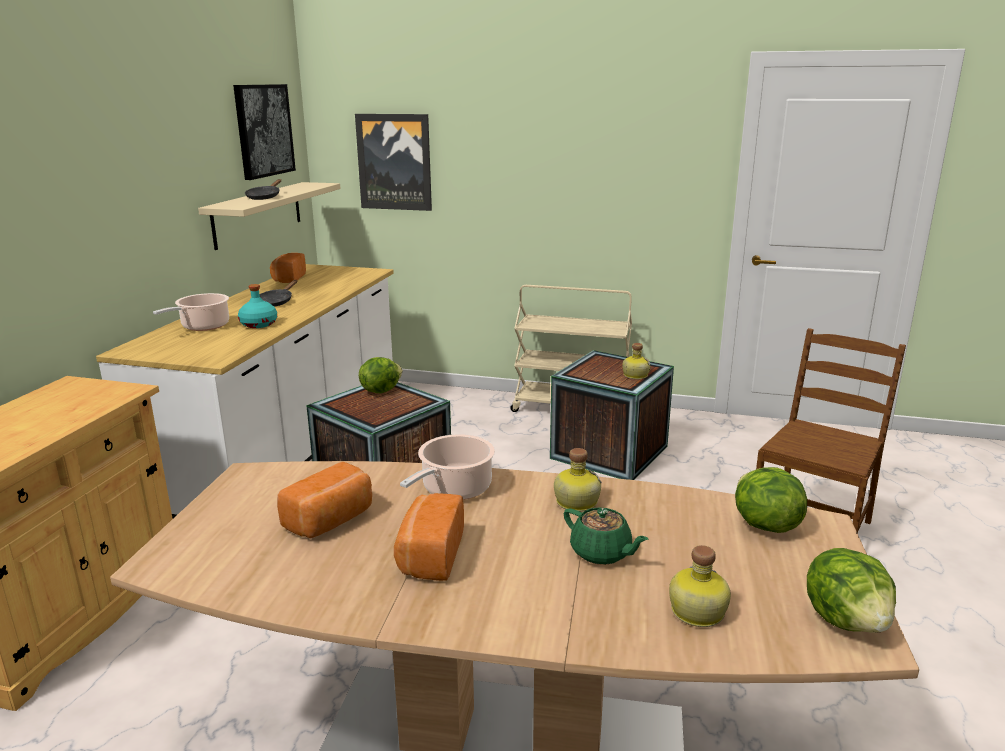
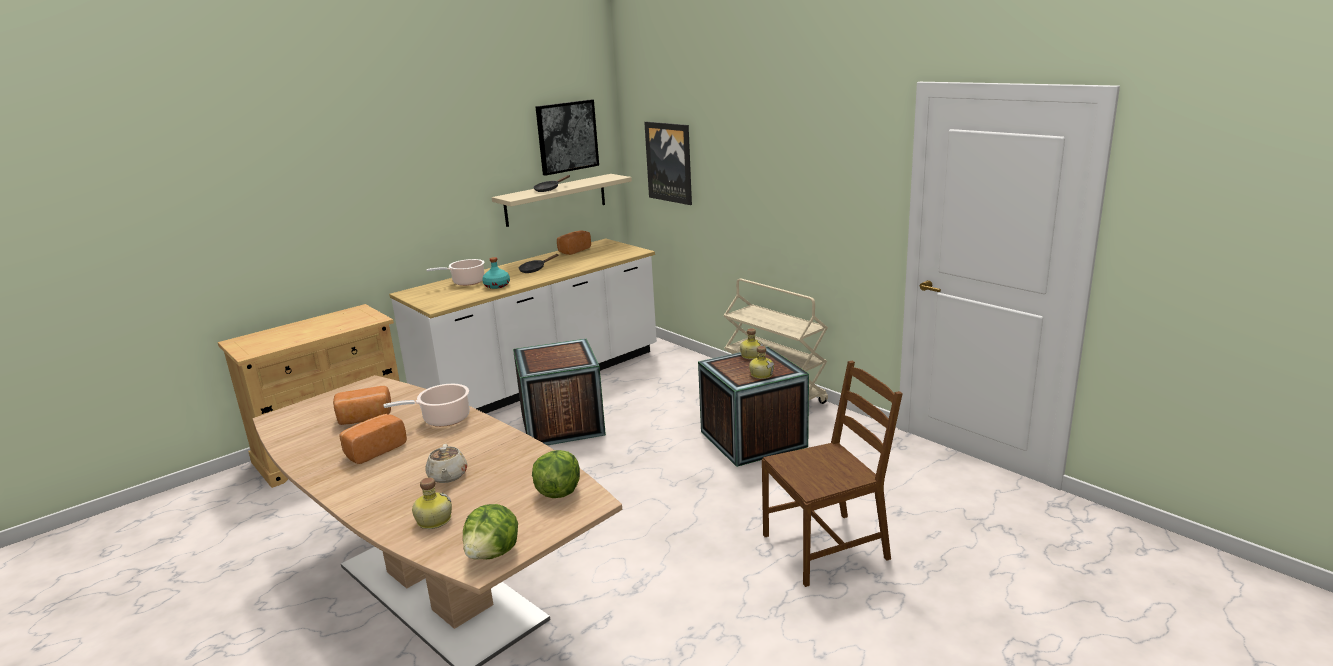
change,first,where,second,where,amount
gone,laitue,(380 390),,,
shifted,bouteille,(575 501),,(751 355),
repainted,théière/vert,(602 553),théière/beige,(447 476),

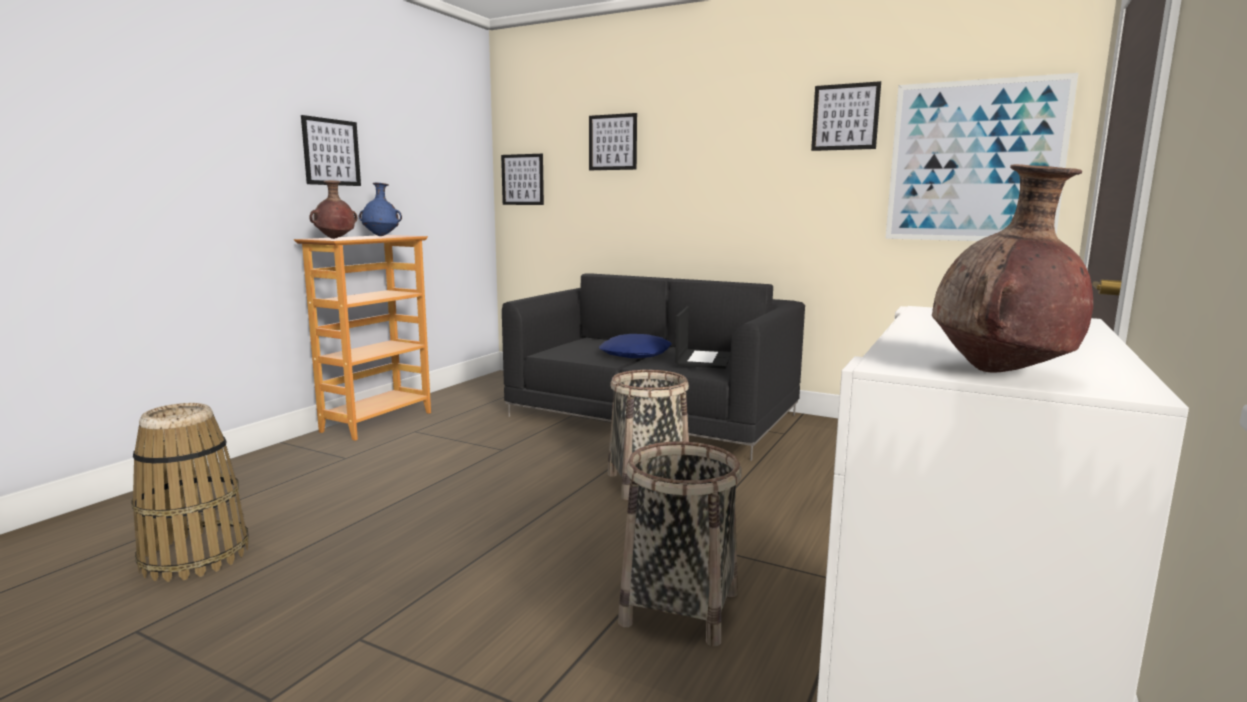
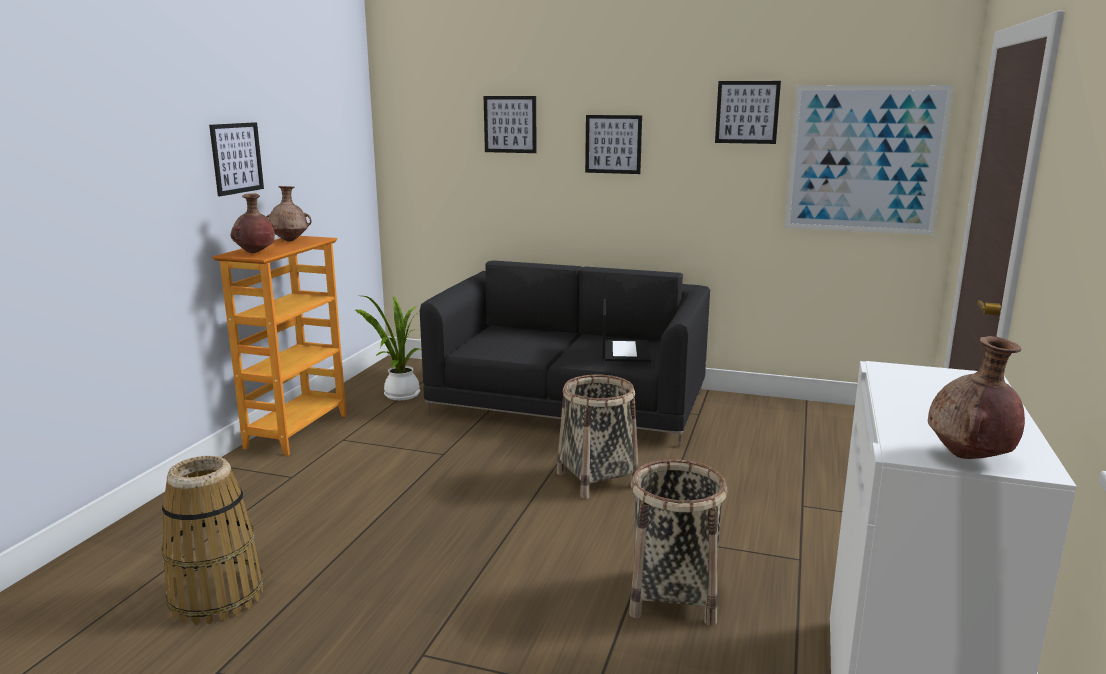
change,first,where,second,where,amount
shifted,tableau,(522 179),,(613 144),
repainted,vase/bleu,(382 236),vase/marron,(290 240),
gone,coussin/bleu,(636 354),,,
new,,,plante en pot,(399 395),

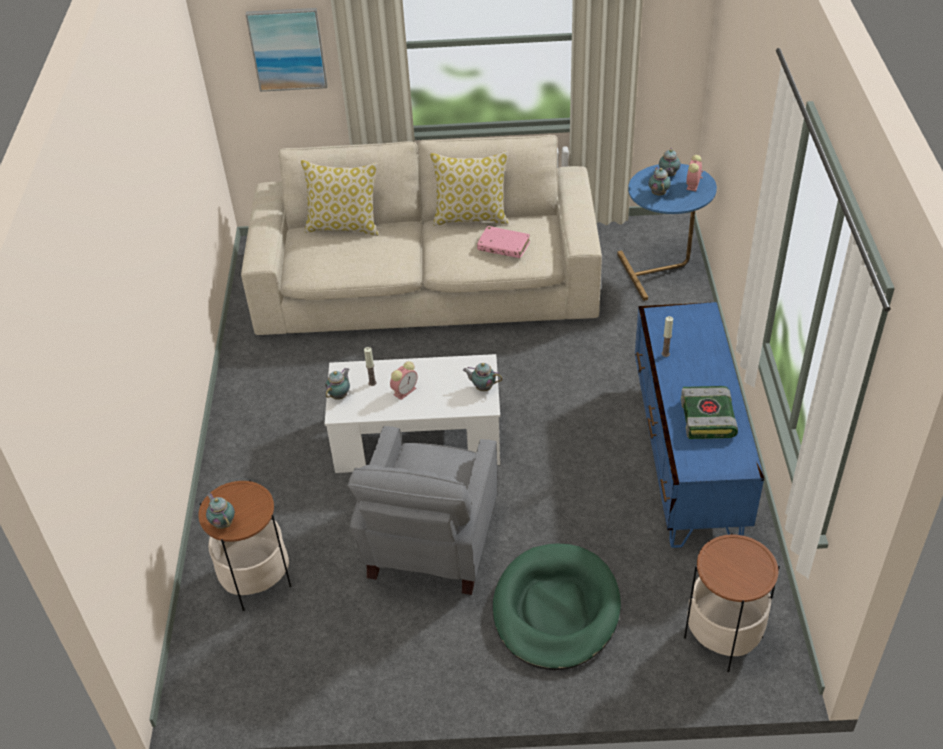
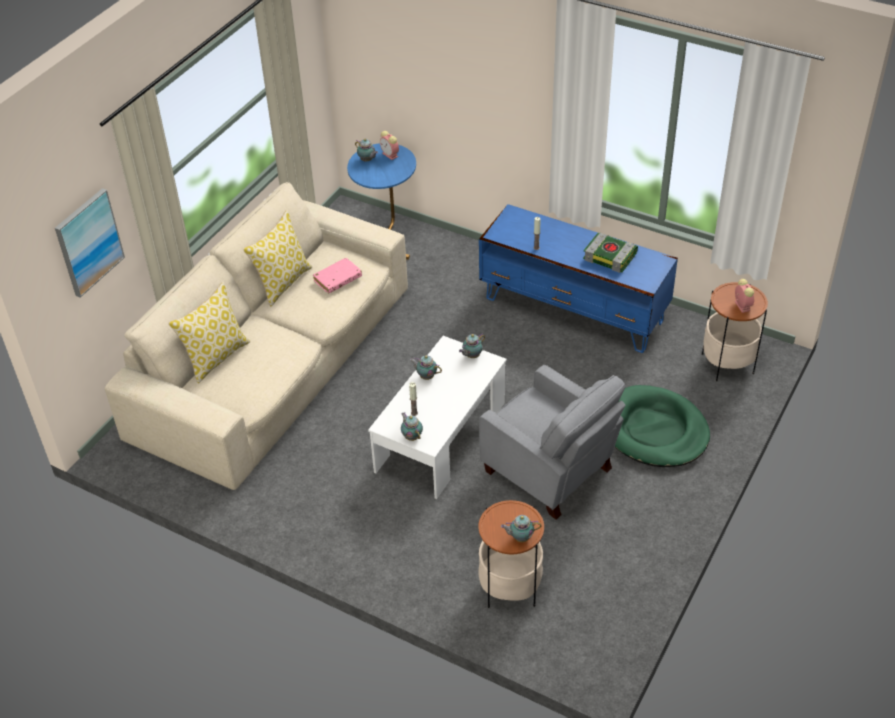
change,first,where,second,where,amount
shifted,théière,(658 193),,(426 376),
shifted,réveil,(405 391),,(741 305),

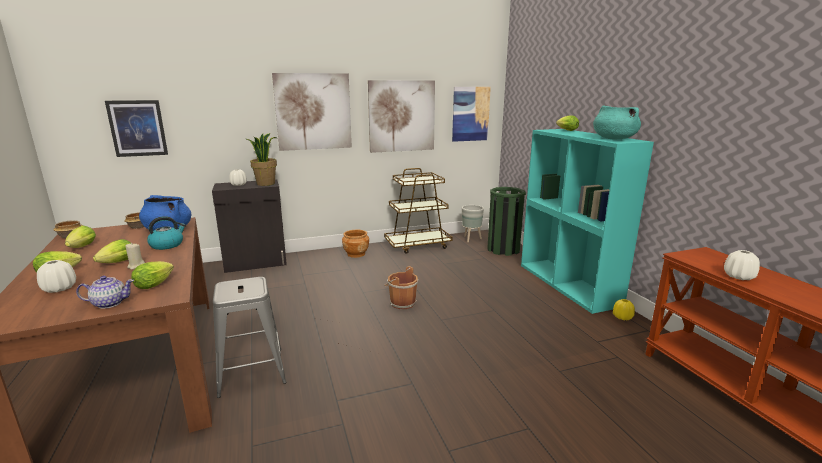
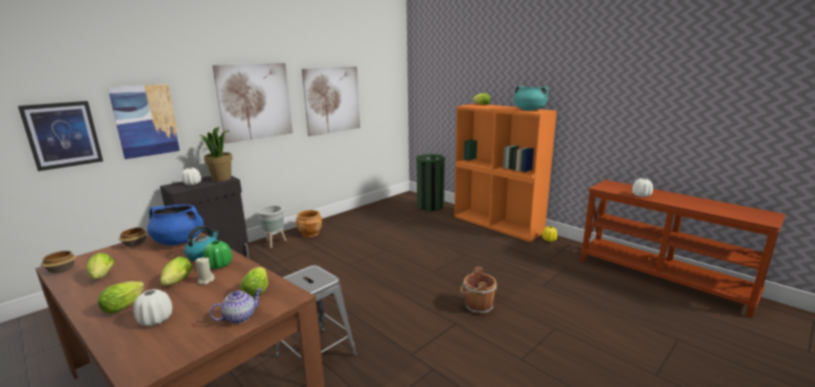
change,first,where,second,where,amount
shifted,tableau,(470 114),,(146 120),
repainted,bibliothèque/turquoise,(568 284),bibliothèque/orange,(498 224),
gone,chariot/marron,(418 245),,,
shifted,cache-pot/gris,(471 239),,(274 243),
shifted,seau/marron,(401 303),,(477 306),
new,,,vase/vert,(219 265),

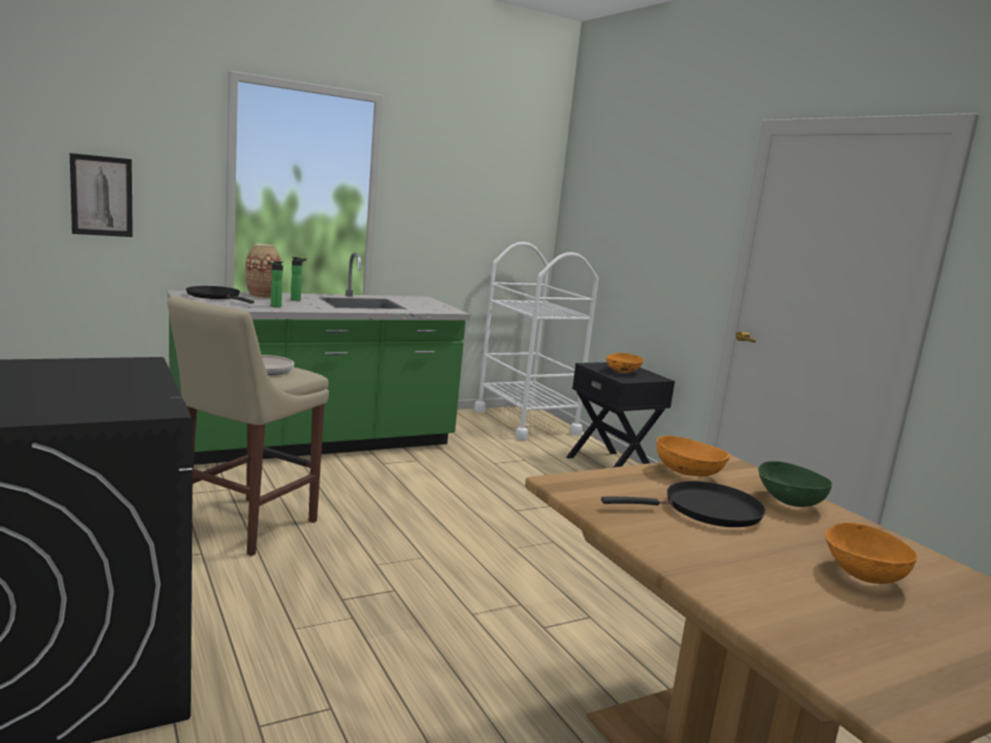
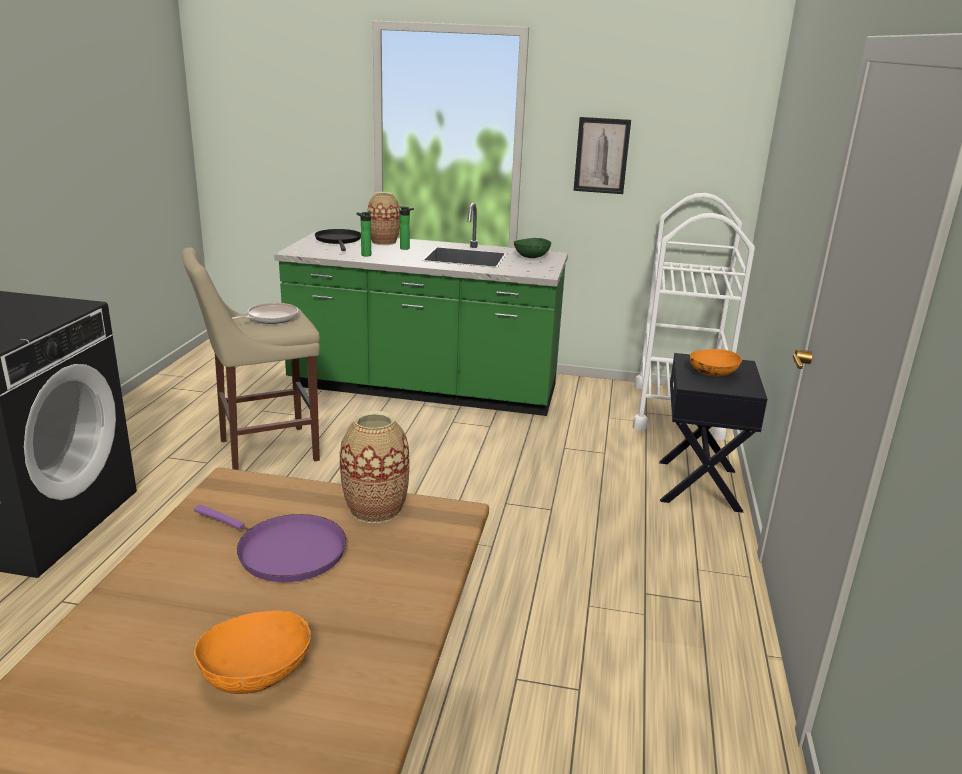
change,first,where,second,where,amount
shifted,tableau,(101 196),,(601 155),
swapped,bol/orange,(688 473),vase,(375 509),
shifted,bol/vert,(787 501),,(531 257),
repainted,poêle/noir,(706 510),poêle/violet,(285 551),

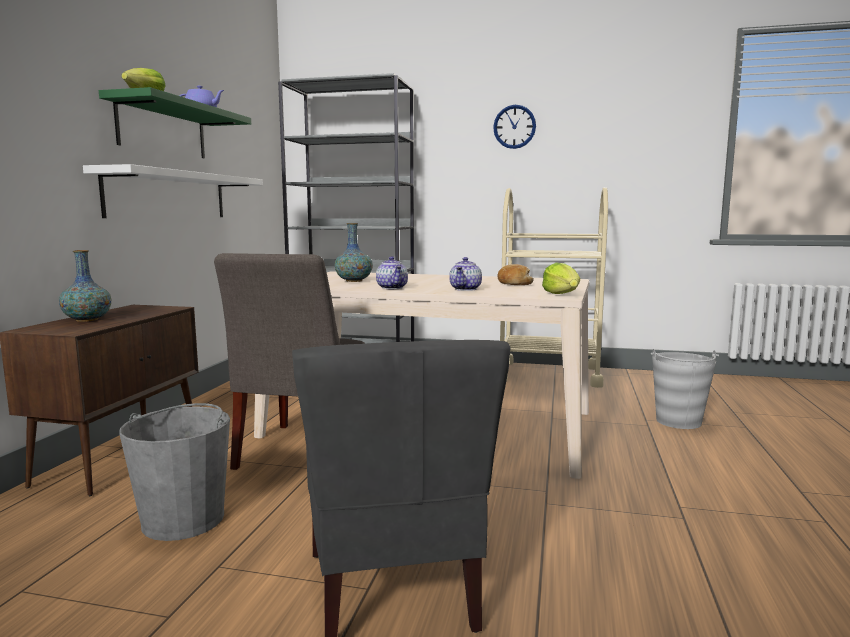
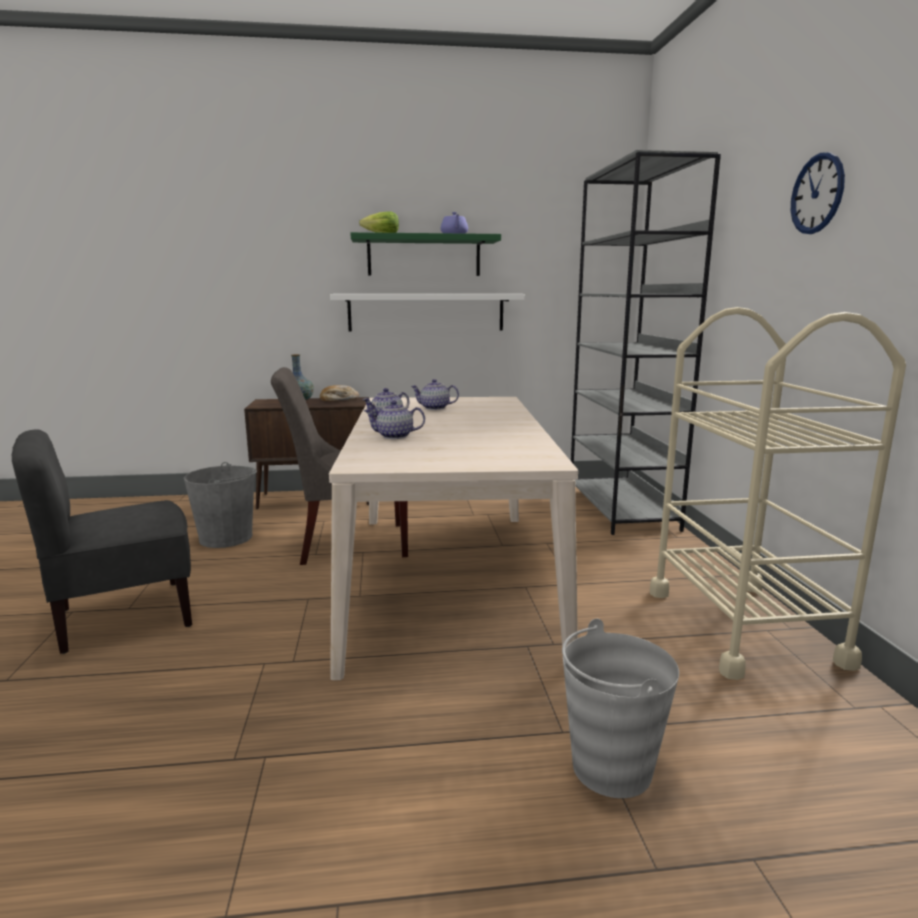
change,first,where,second,where,amount
swapped,vase,(354 281),théière,(434 408),
gone,laitue,(562 295),,,
shifted,pain,(513 283),,(338 400),

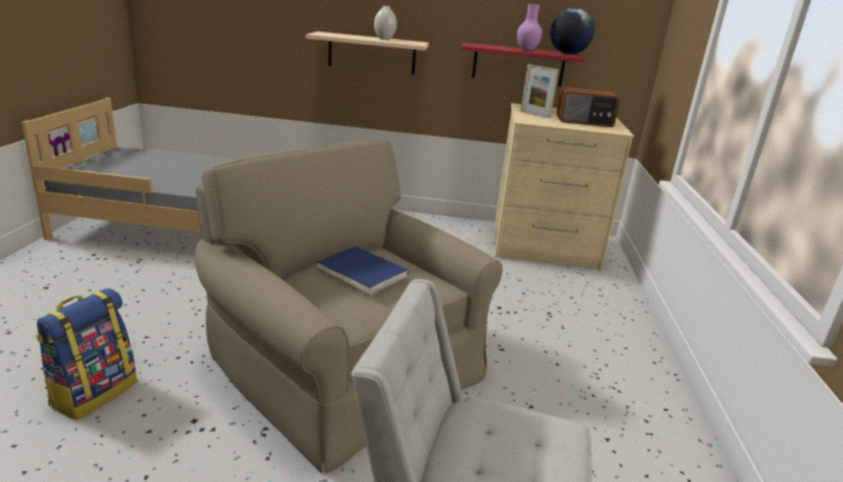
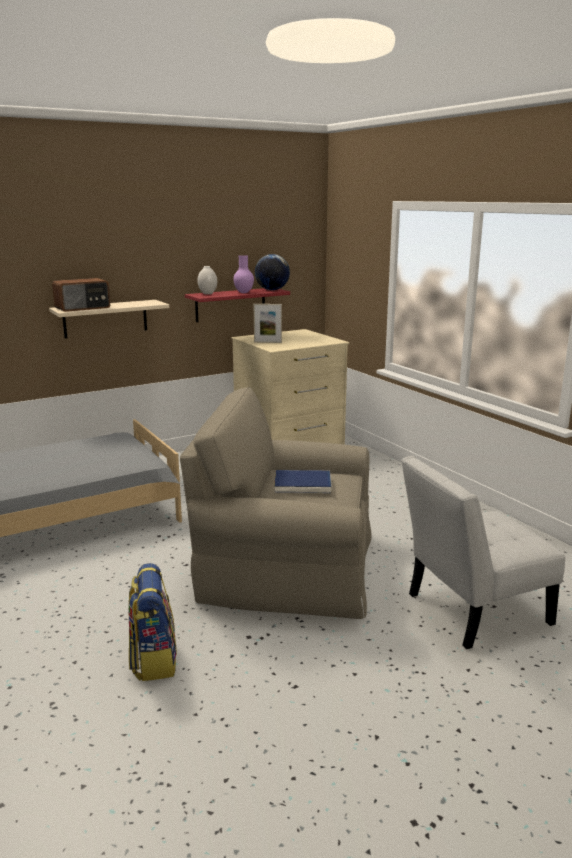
change,first,where,second,where,amount
shifted,vase/blanc,(384 39),,(208 293),
shifted,radio,(584 121),,(83 308),

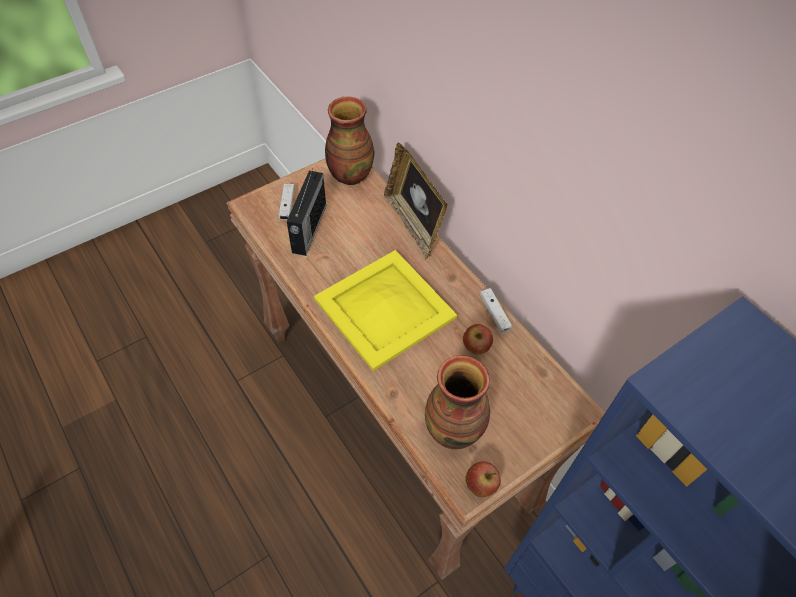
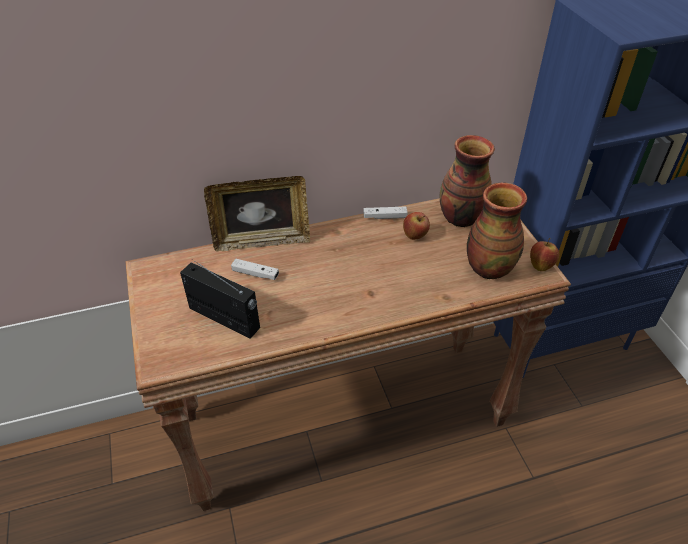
change,first,where,second,where,amount
shifted,vase,(349 174),,(460 218),
shifted,manette/blanc,(287 205),,(255 274),
gone,plateau/jaune,(383 308),,,

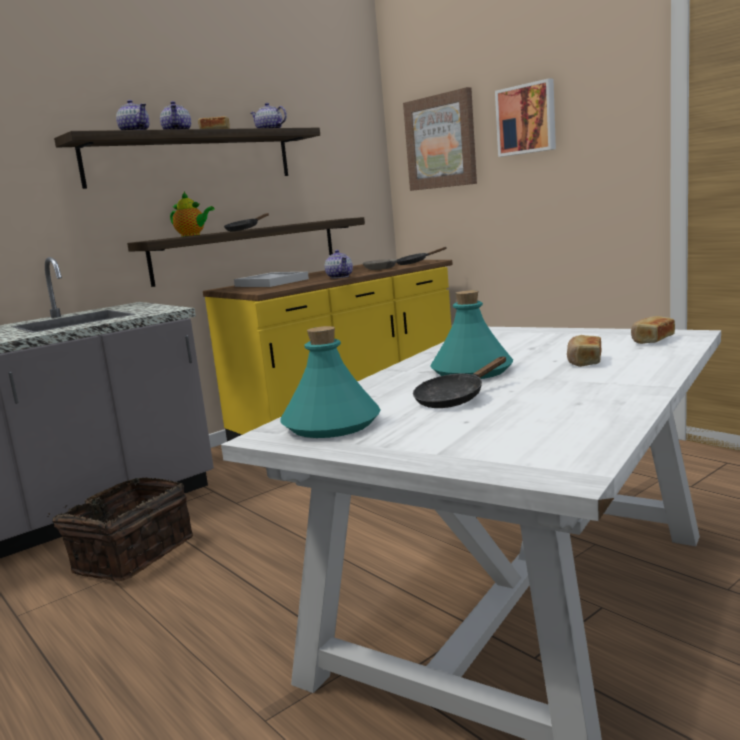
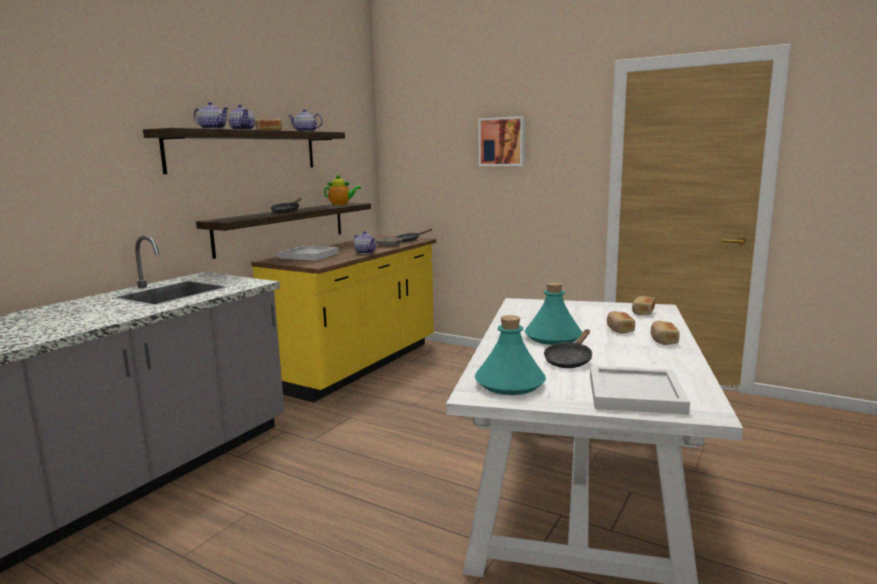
change,first,where,second,where,amount
gone,tableau,(441 142),,,
shifted,théière,(192 235),,(341 205),
gone,panier,(131 555),,,
new,,,pain,(663 340),
new,,,plateau/blanc,(636 393),

